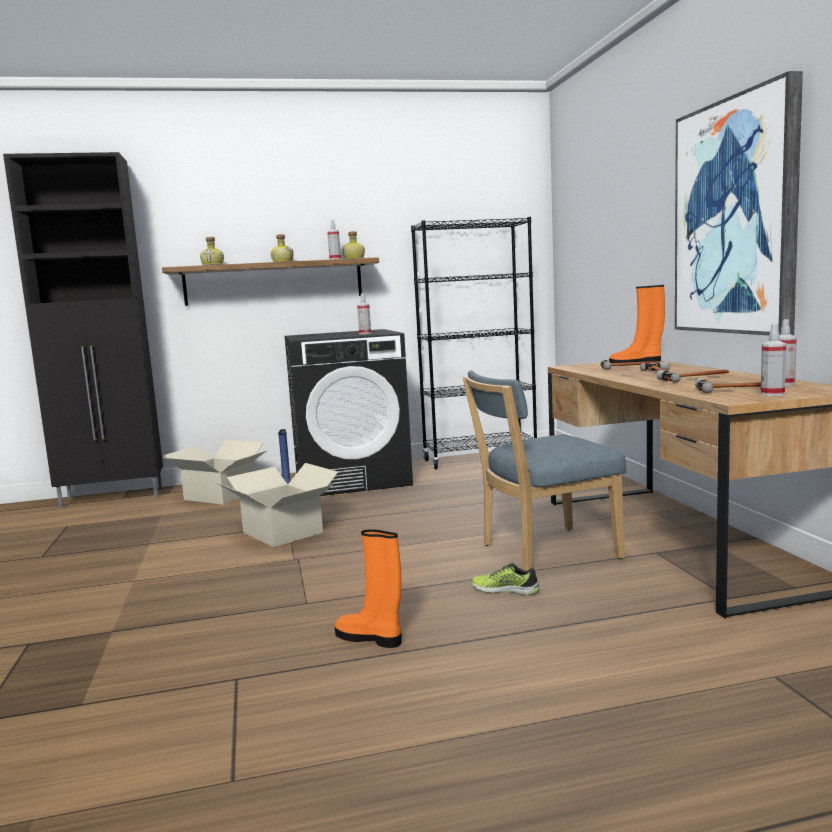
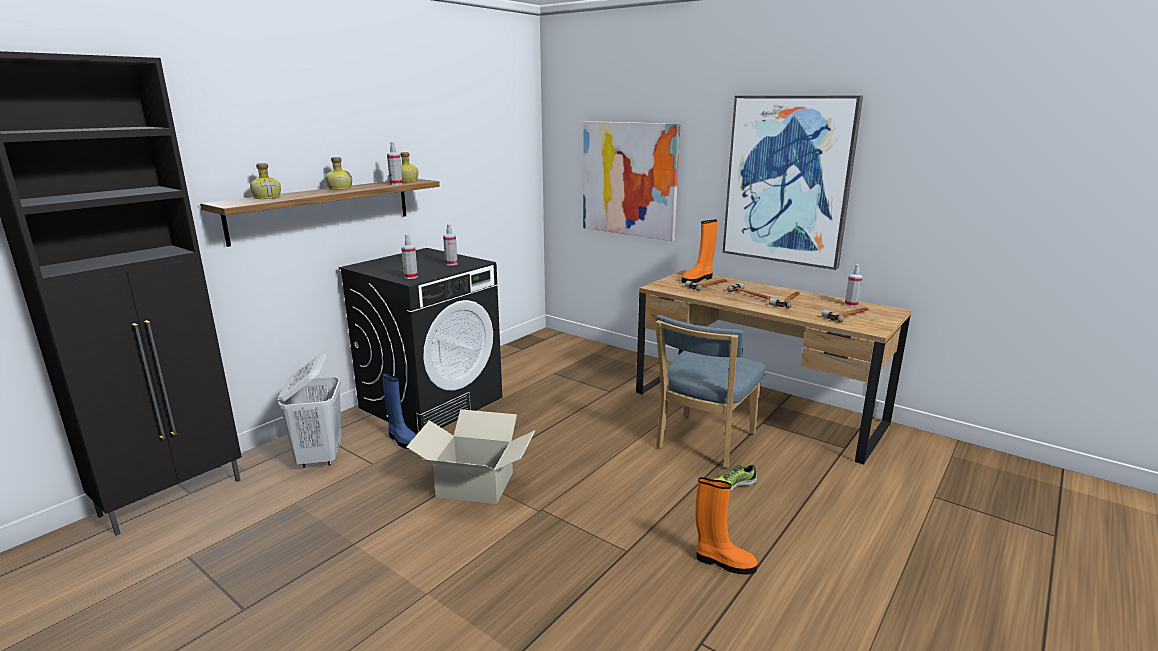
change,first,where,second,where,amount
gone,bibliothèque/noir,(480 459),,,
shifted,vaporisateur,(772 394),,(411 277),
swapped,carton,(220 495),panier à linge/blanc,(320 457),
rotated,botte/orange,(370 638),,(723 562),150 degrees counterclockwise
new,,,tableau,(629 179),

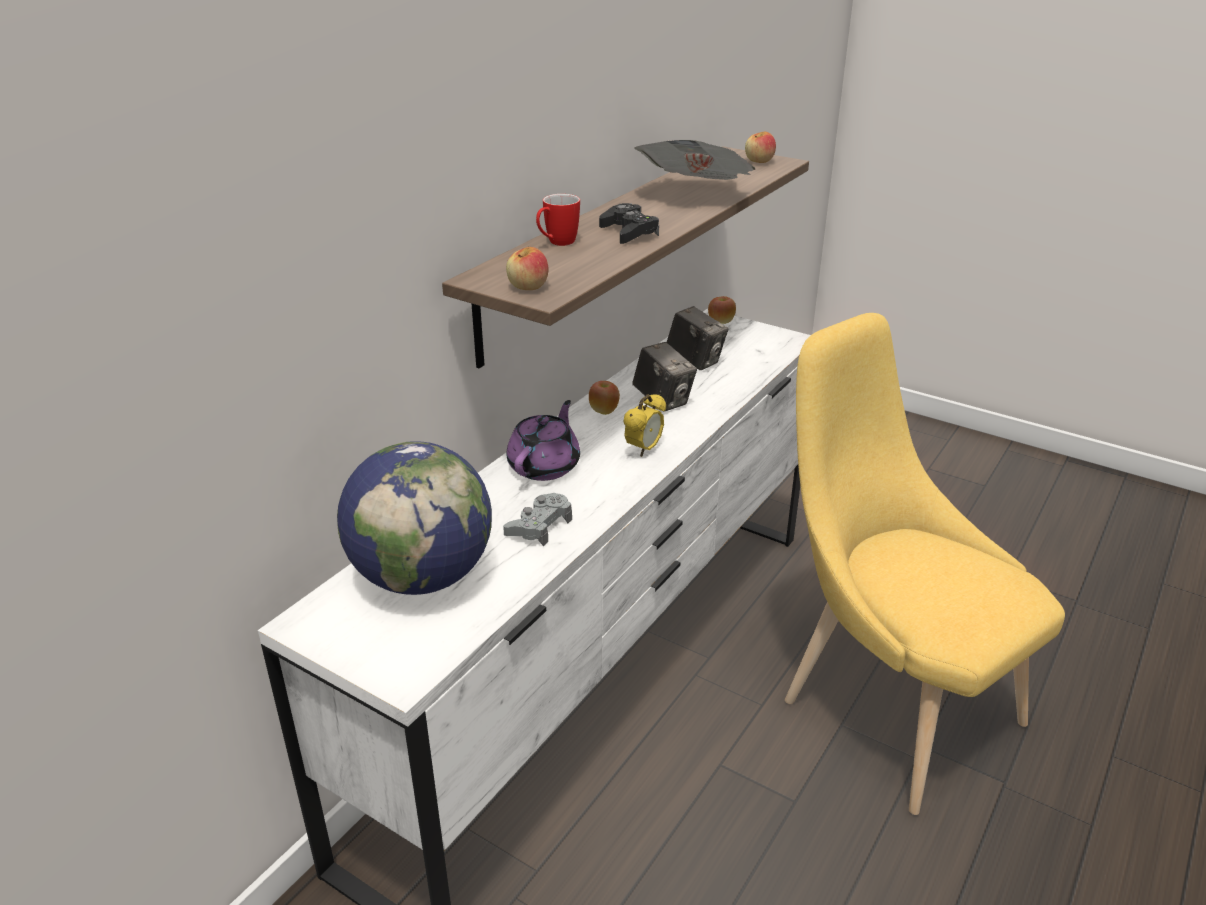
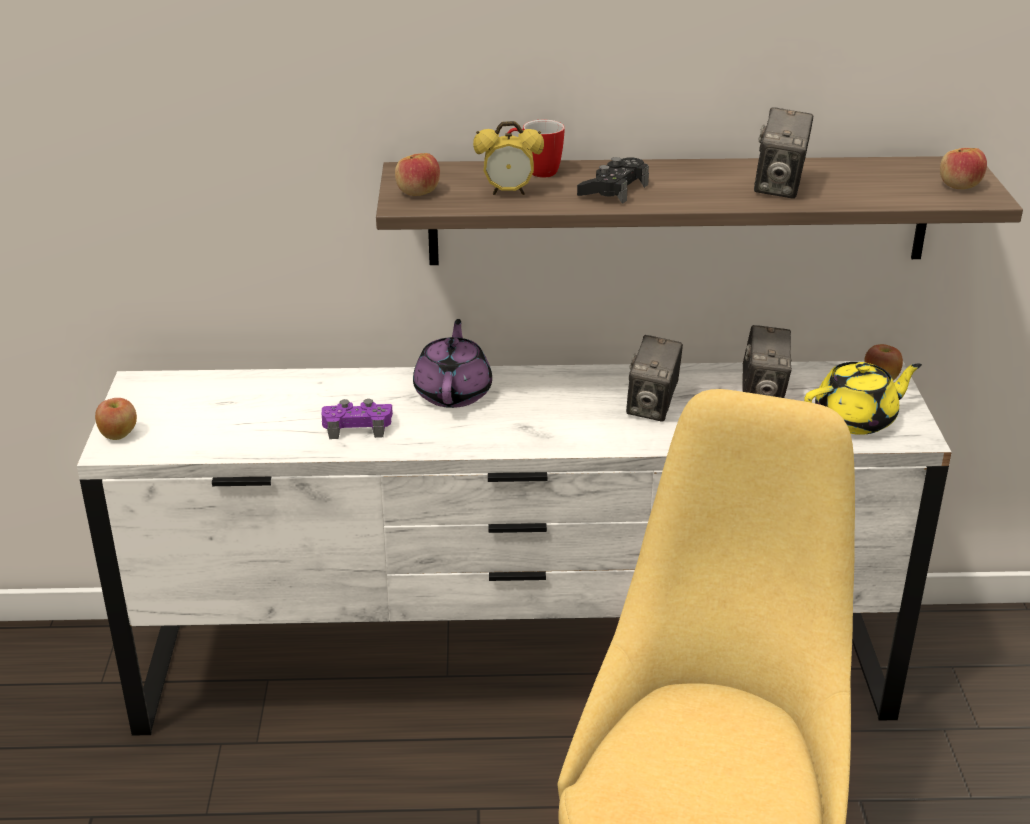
change,first,where,second,where,amount
swapped,journal,(696 194),appareil photo,(779 187),
shifted,pomme,(604 411),,(119 435),
shifted,réveil,(644 449),,(508 192),
rotated,théière/violet,(545 466),,(453 392),75 degrees counterclockwise
gone,globe,(422 577),,,
repainted,manette/gris,(539 526),manette/violet,(357 426),
new,,,théière/jaune,(856 419),

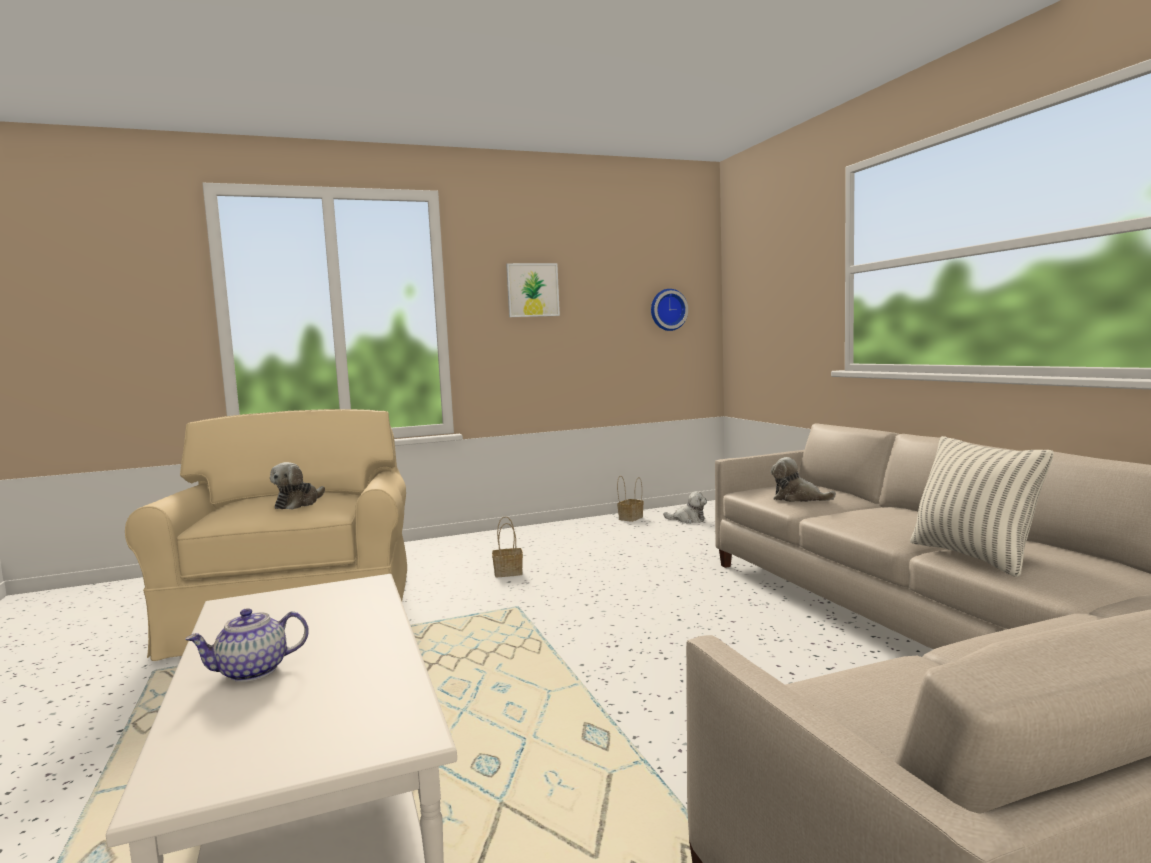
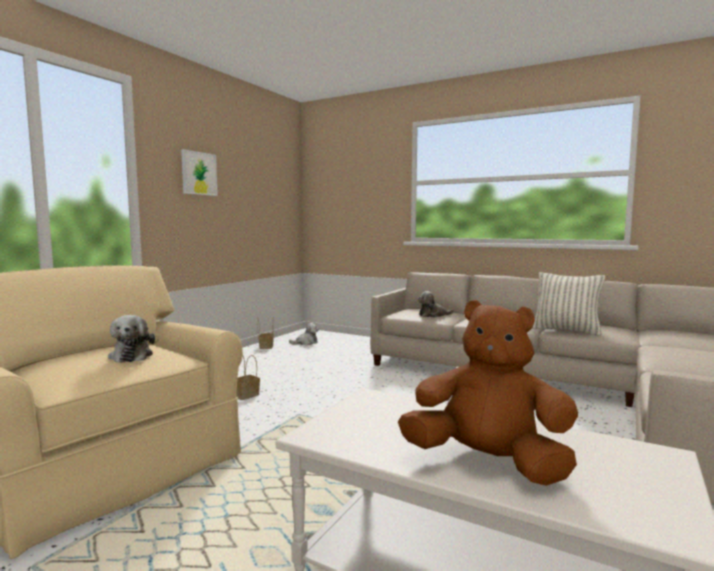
change,first,where,second,where,amount
gone,horloge murale,(667 310),,,
swapped,théière,(252 672),peluche/marron,(487 463),

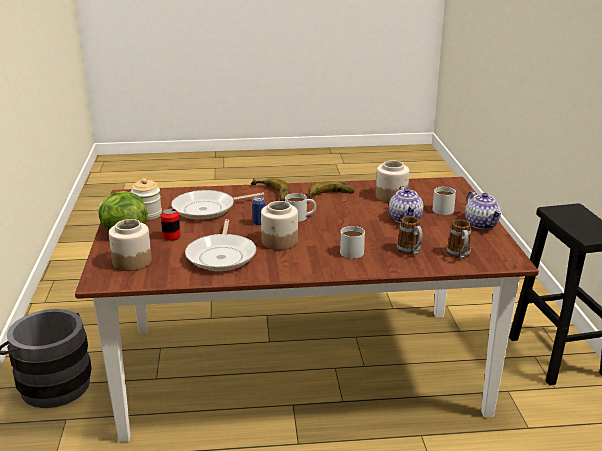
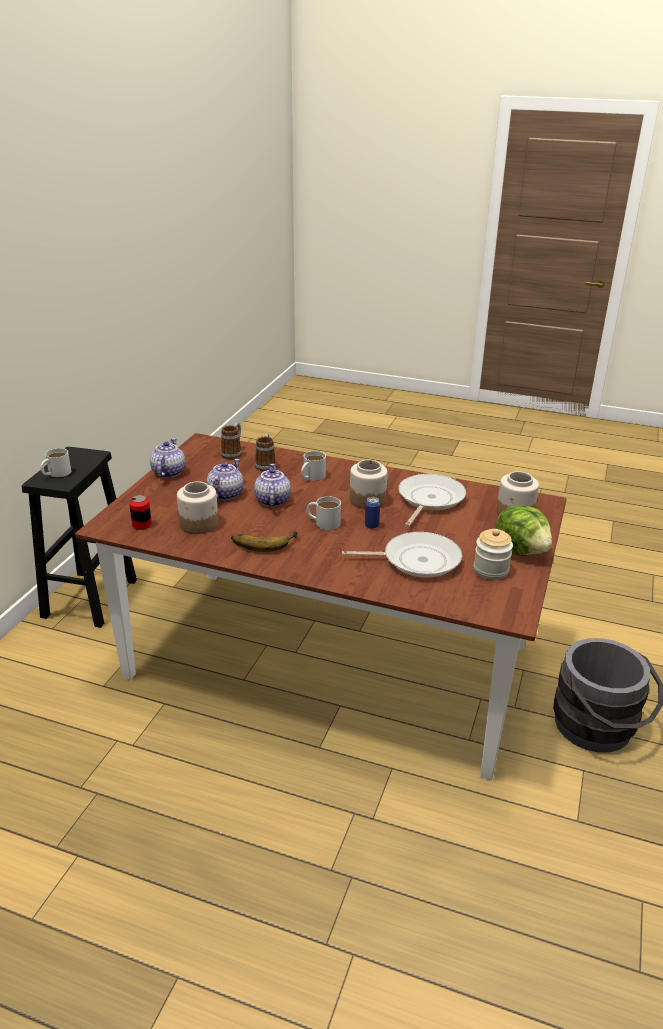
change,first,where,second,where,amount
gone,banane,(270 194),,,
shifted,mug/blanc,(443 208),,(56 473),
shifted,boîte métallique,(171 236),,(142 525),
new,,,théière,(271 500),

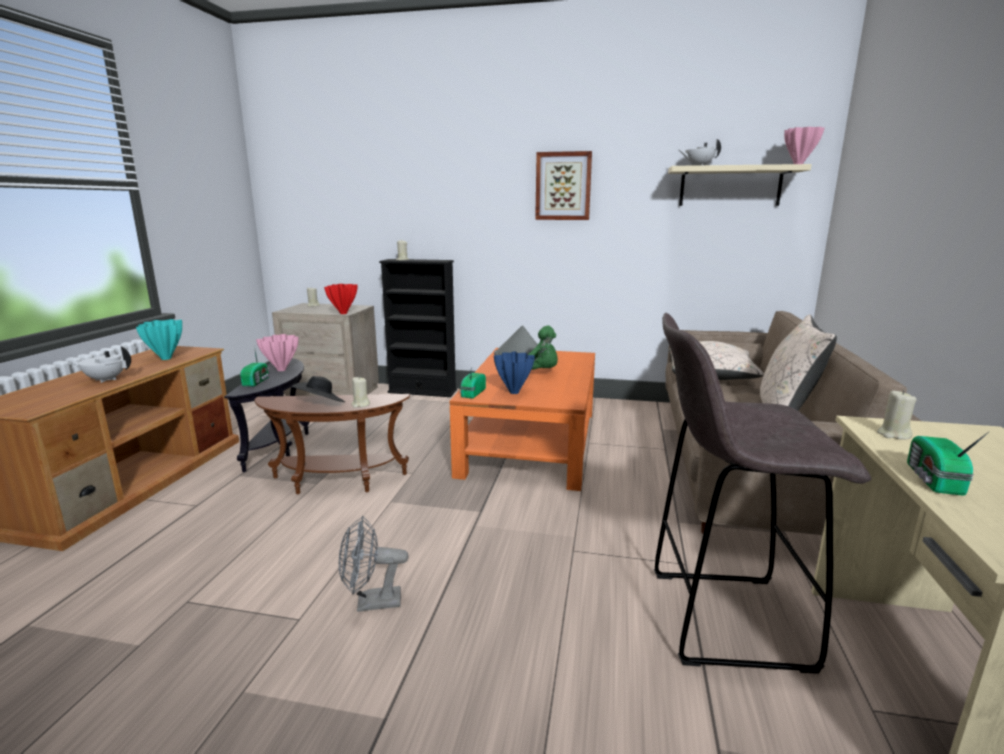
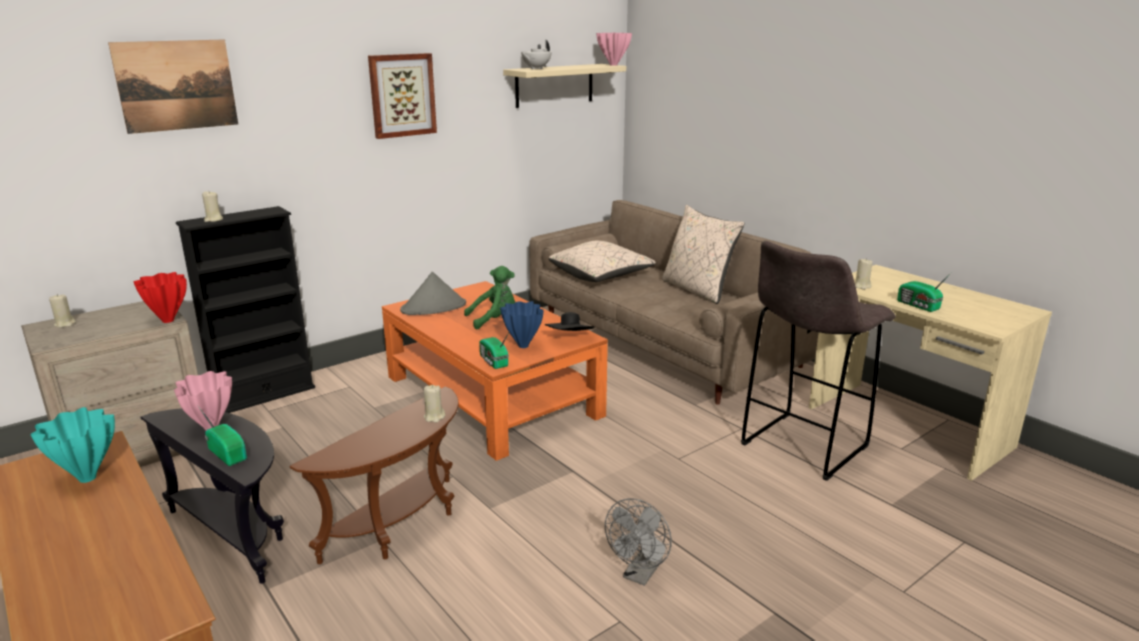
change,first,where,second,where,amount
gone,théière/blanc,(106 379),,,
shifted,chapeau/noir,(320 404),,(570 339),
new,,,tableau,(176 85),

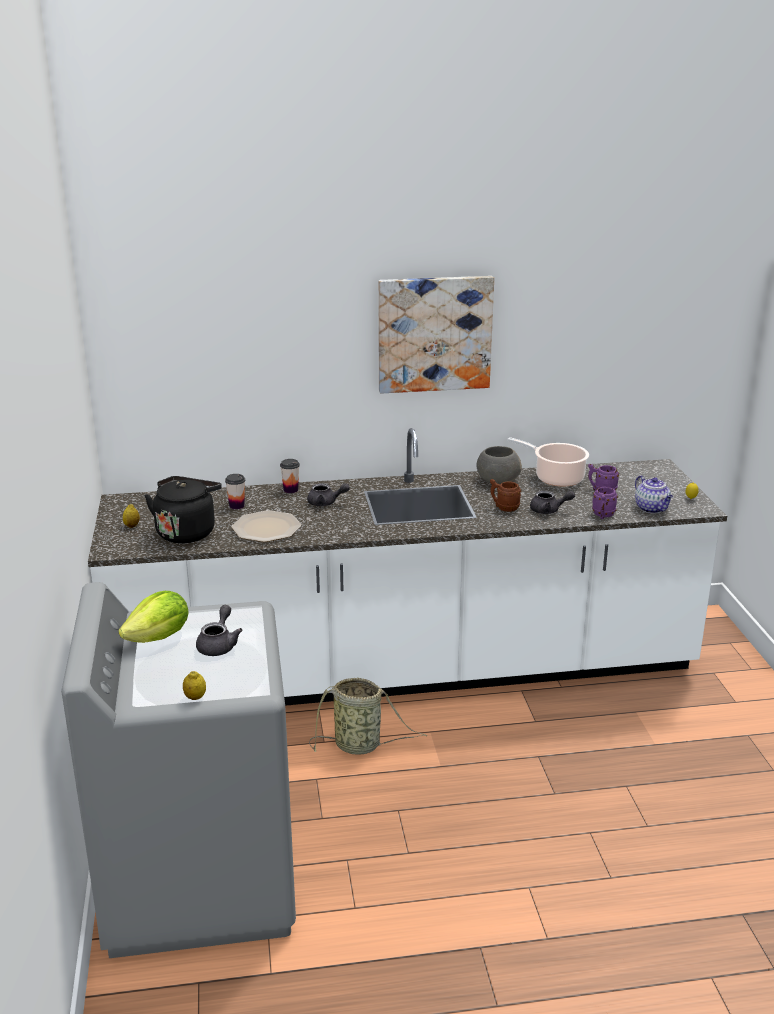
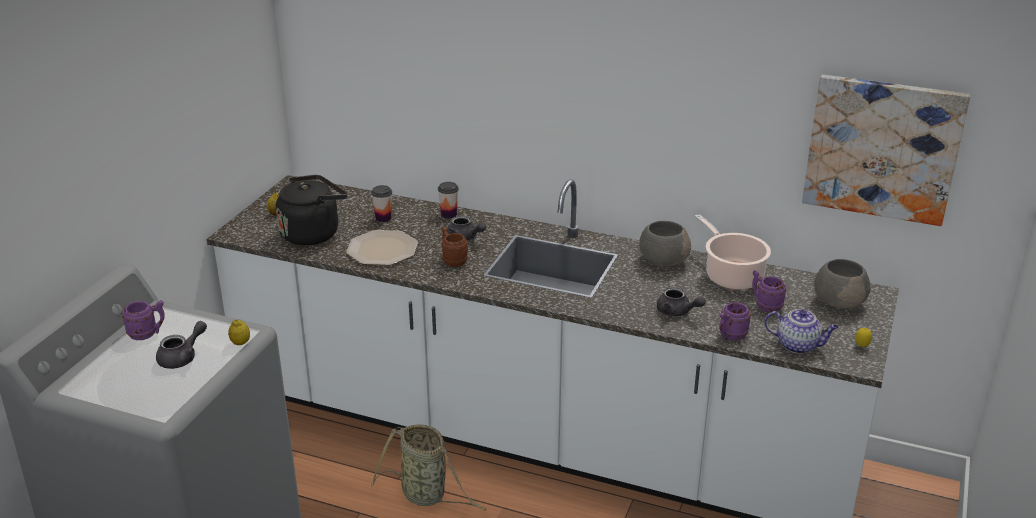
change,first,where,second,where,amount
shifted,tableau,(434 334),,(882 148),
rotated,théière,(652 509),,(798 345),75 degrees counterclockwise
shifted,mug/marron,(504 507),,(452 260),
swapped,laitue,(159 637),mug/violet,(148 334),
shifted,citron,(195 697),,(240 343),
new,,,bol/gris,(839 301),

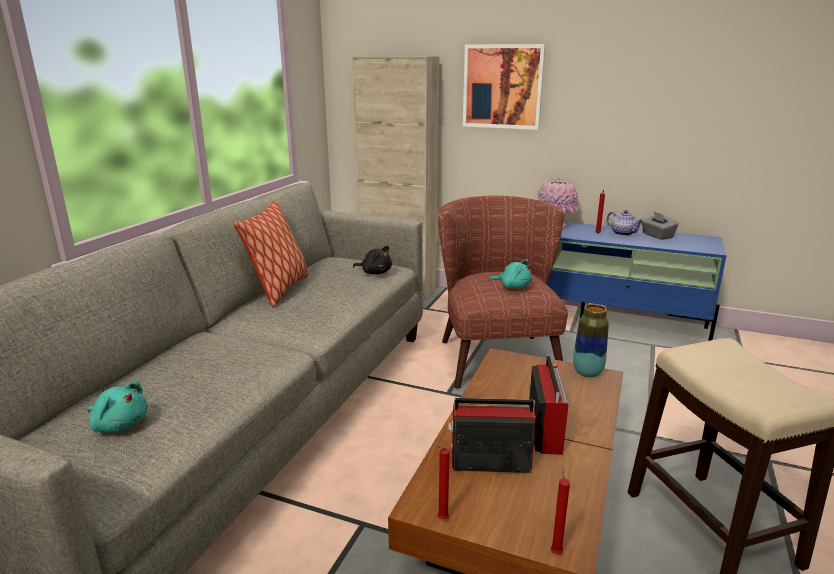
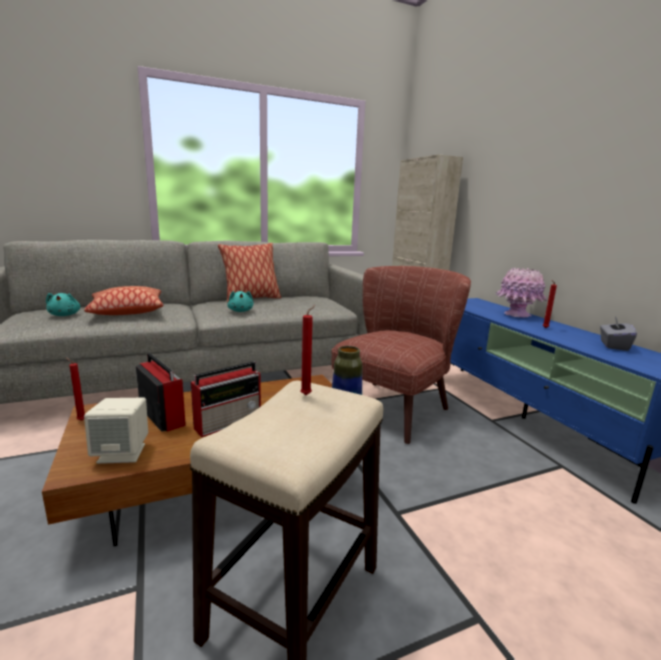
change,first,where,second,where,amount
gone,tableau,(503 86),,,
gone,théière,(623 233),,,
gone,peluche/noir,(375 272),,,
shifted,peluche/turquoise,(513 286),,(241 311),
shifted,bougie/rouge,(556 552),,(307 394),
new,,,coussin,(127 311),
new,,,enceinte/beige,(122 453),

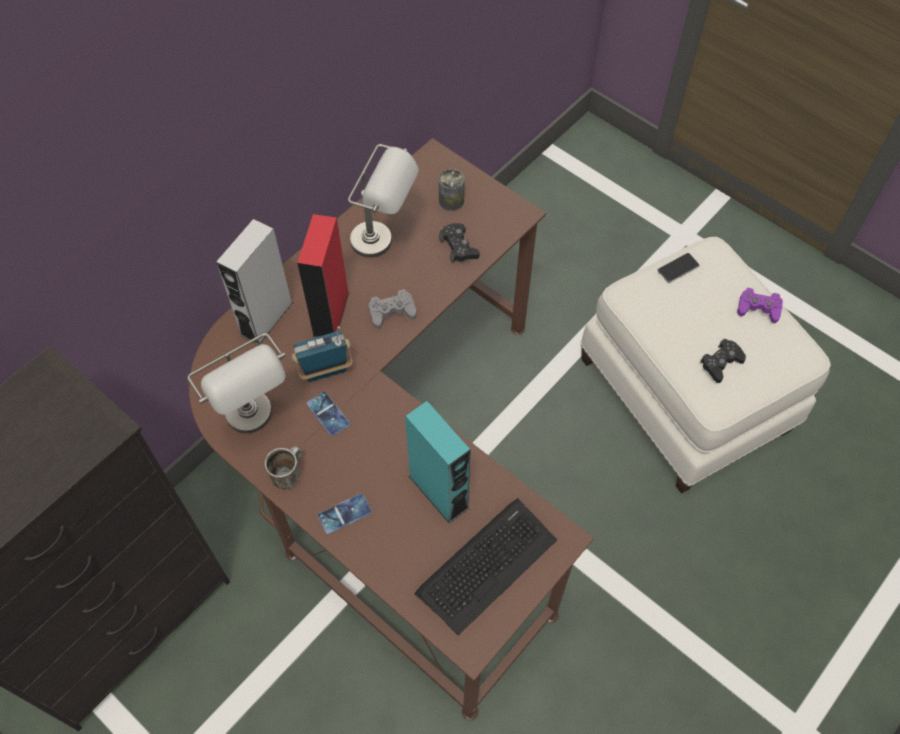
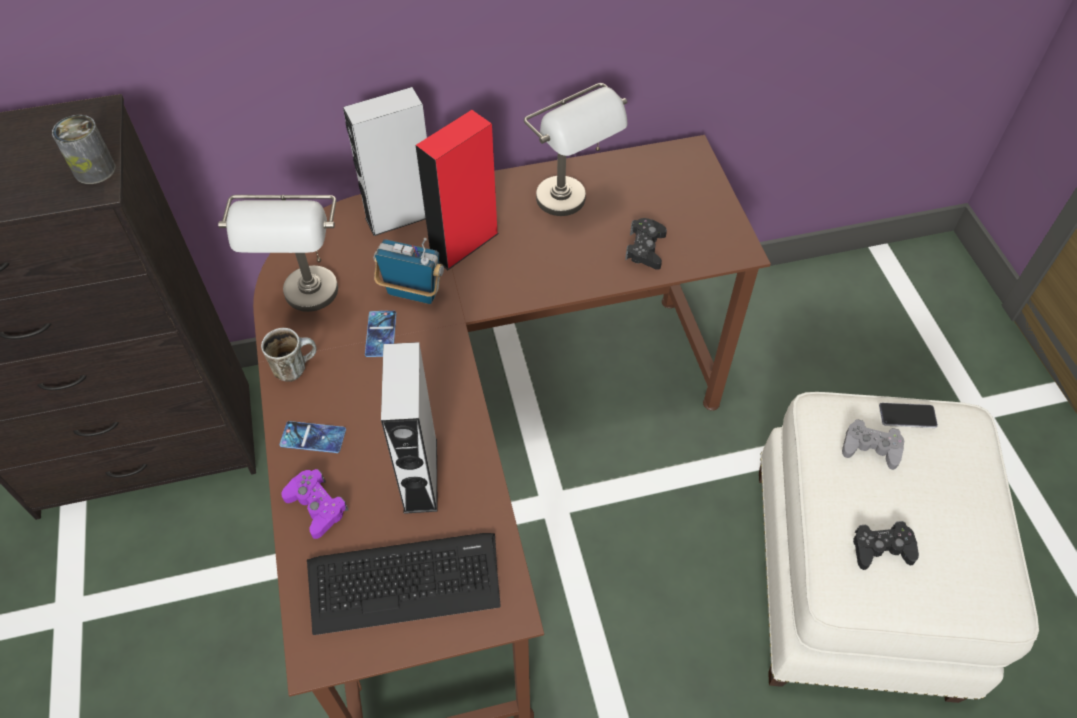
change,first,where,second,where,amount
shifted,boîte métallique,(451 201),,(95 170),
shifted,manette/violet,(758 308),,(316 506),
shifted,manette/gris,(392 312),,(870 448),
repainted,enceinte/turquoise,(438 492),enceinte/gris,(420 475),

